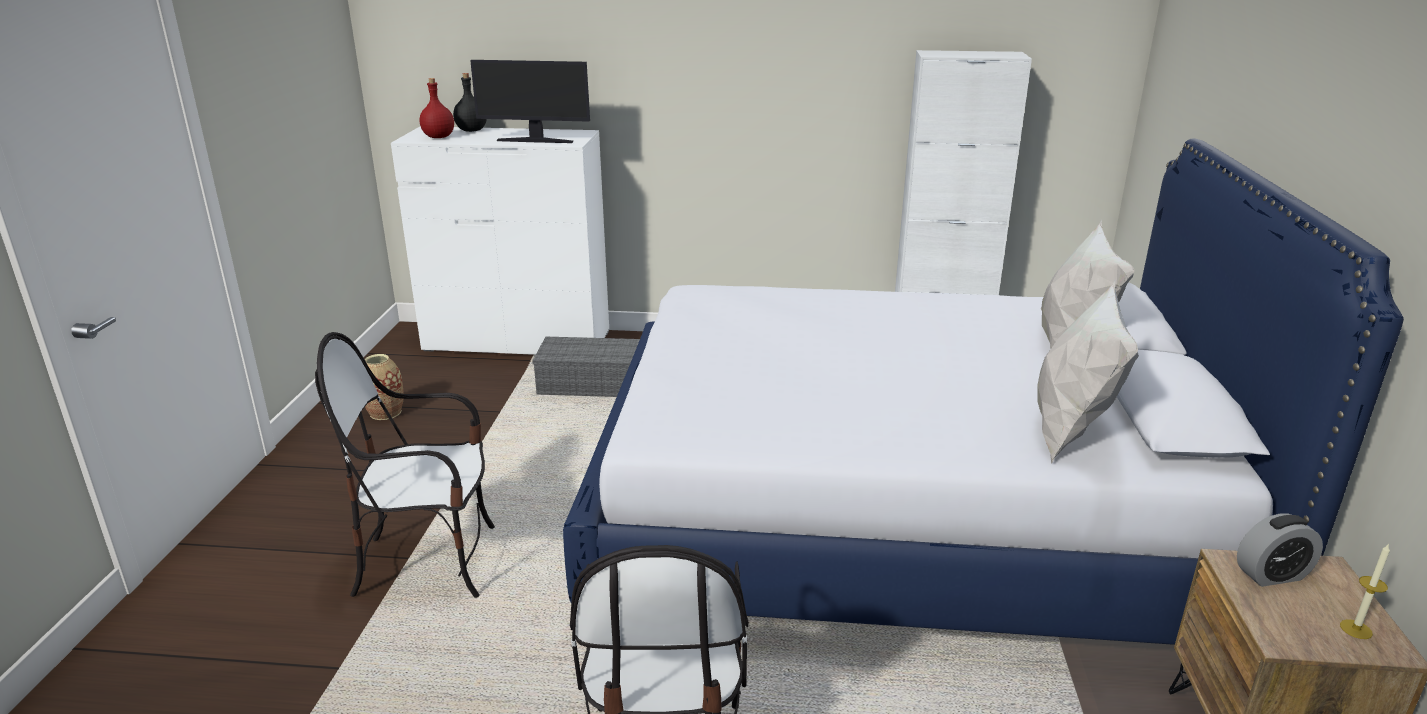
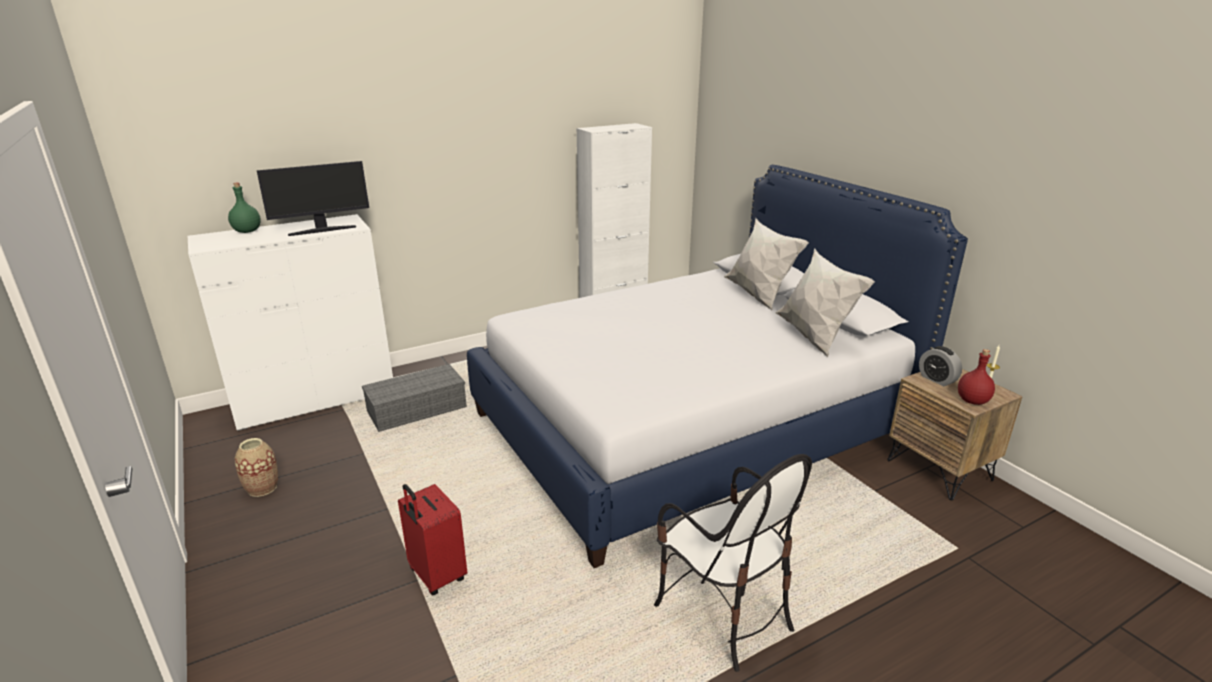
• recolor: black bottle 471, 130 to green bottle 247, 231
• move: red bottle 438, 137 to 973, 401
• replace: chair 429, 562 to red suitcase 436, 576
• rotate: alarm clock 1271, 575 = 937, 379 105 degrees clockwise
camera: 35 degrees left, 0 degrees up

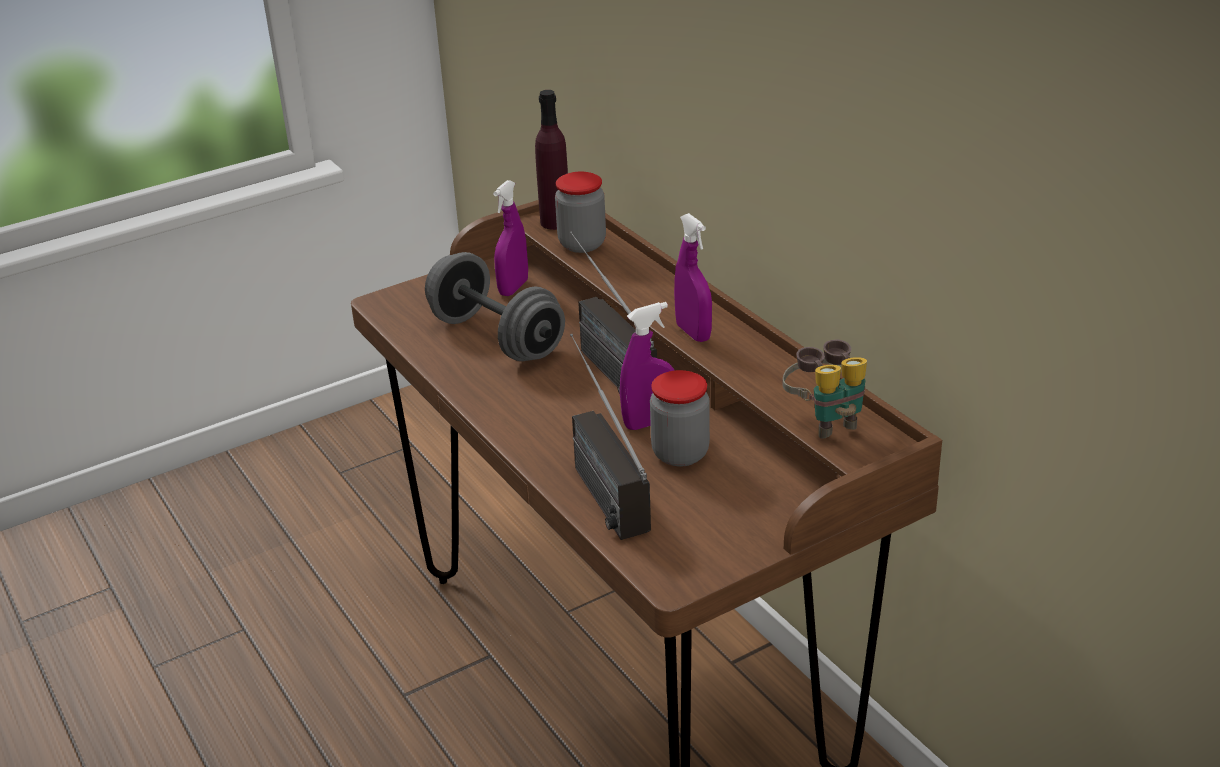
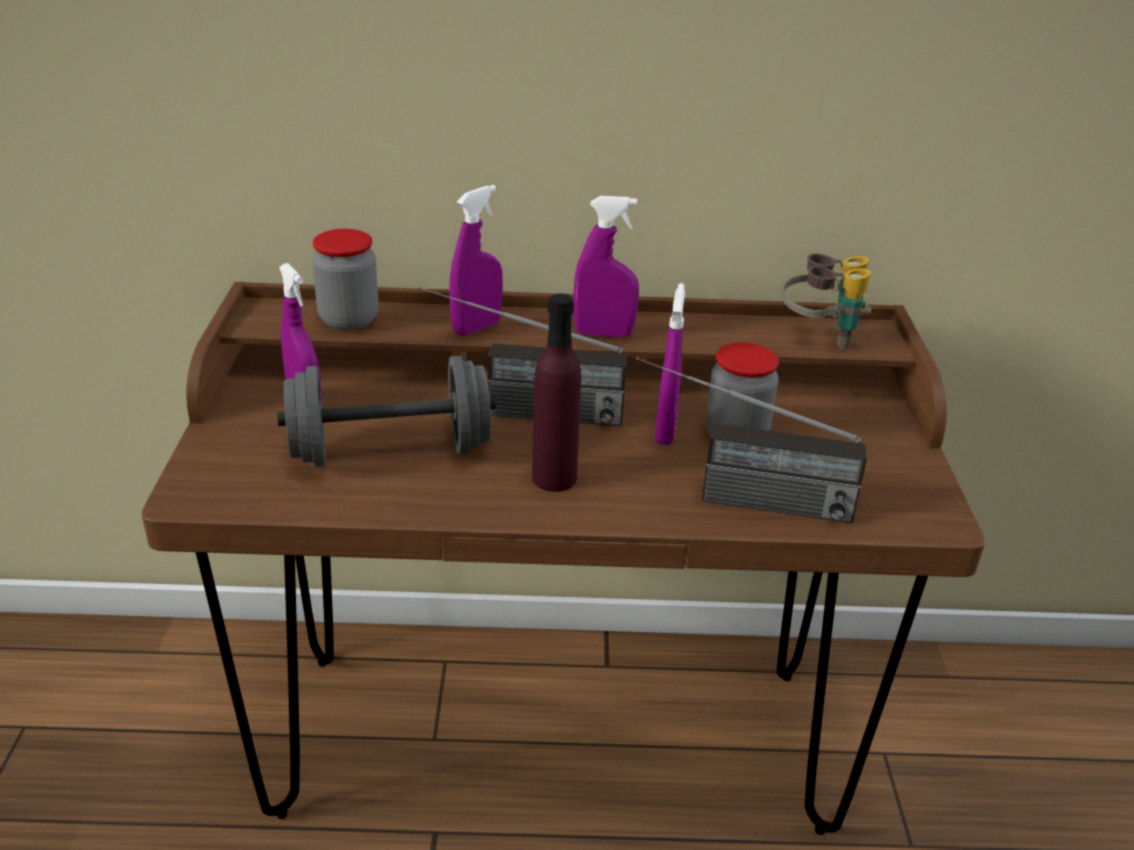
• move: purple bottle 555, 222 to 554, 478
• insert: purple spray bottle 477, 327
camera: 60 degrees left, 0 degrees up

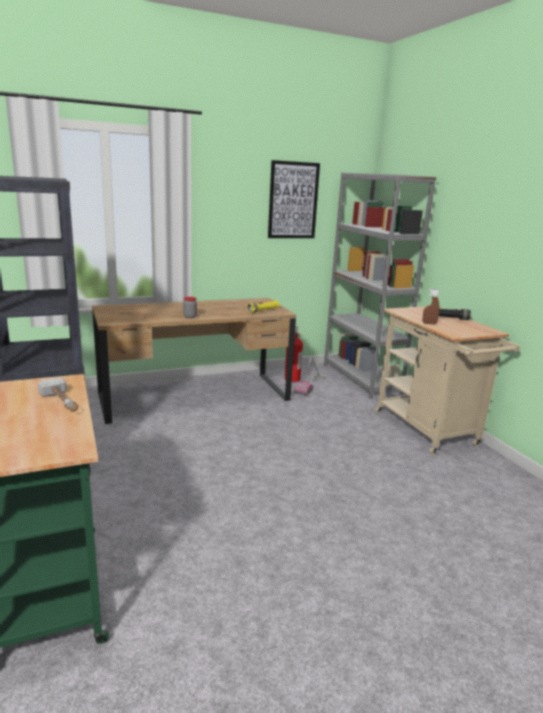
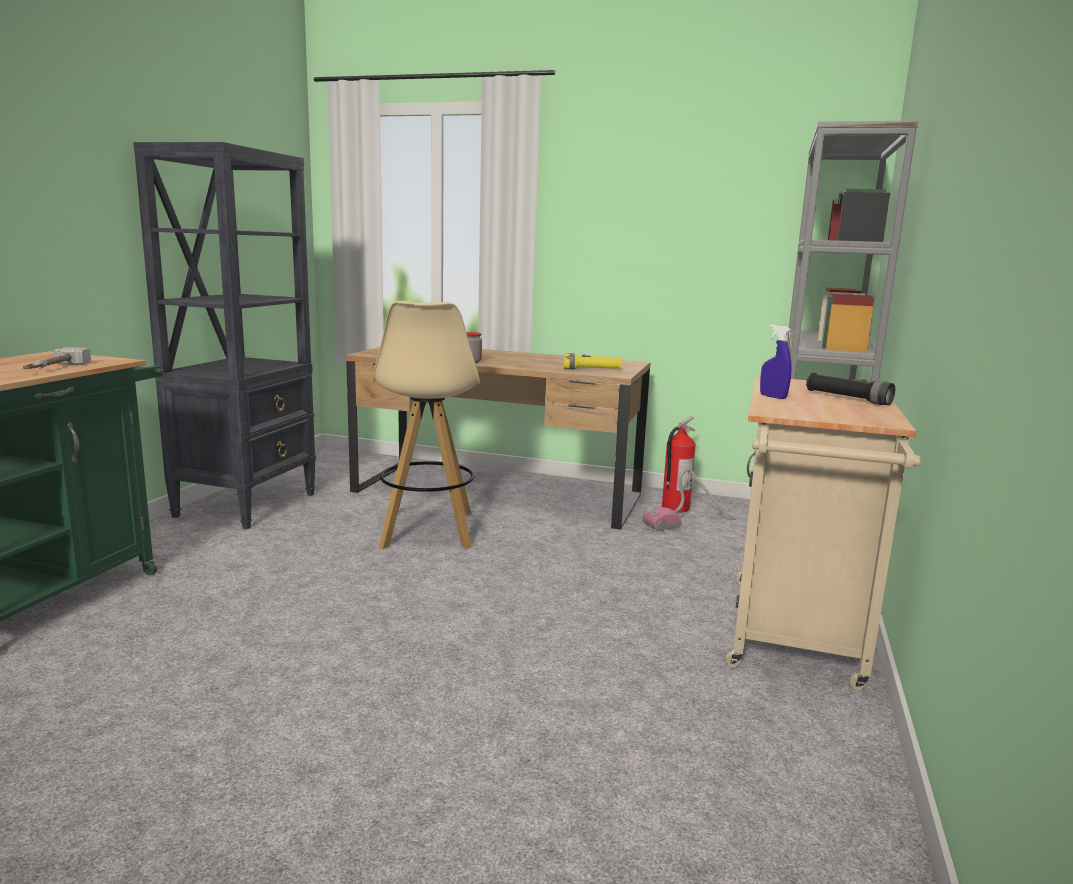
• delete: picture 293, 200
• recolor: brown spray bottle 429, 323 to blue spray bottle 773, 397
• insert: beige stool 427, 530
camera: 40 degrees right, 5 degrees down

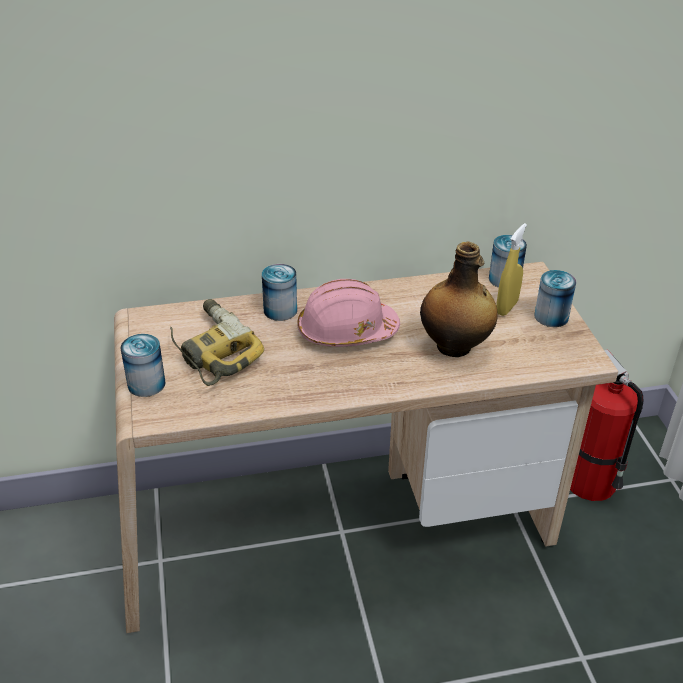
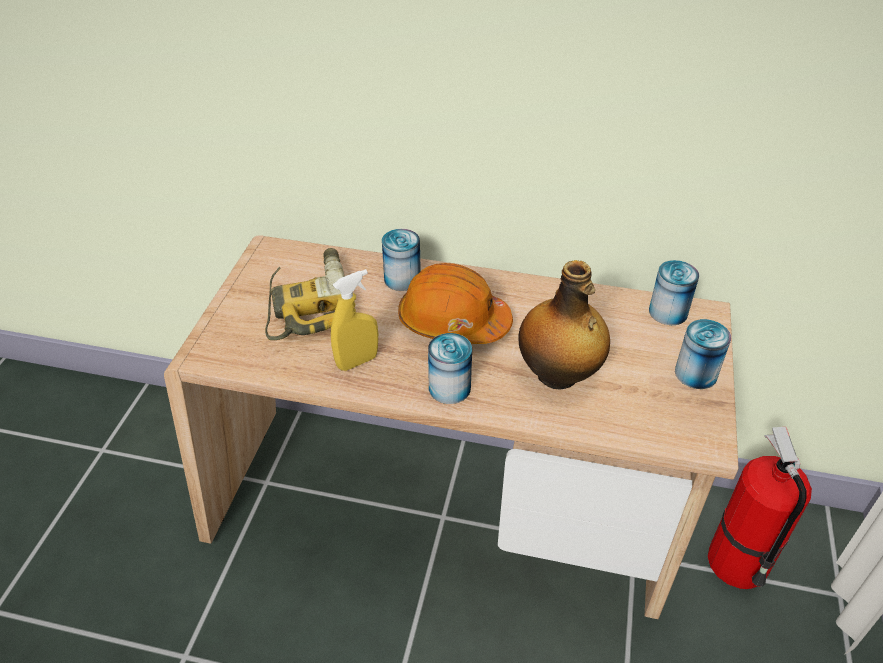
• move: yellow spray bottle 506, 307 to 357, 361
• recolor: pink hard hat 346, 331 to orange hard hat 453, 322
• move: can 146, 384 to 449, 388
camera: 25 degrees right, 5 degrees up

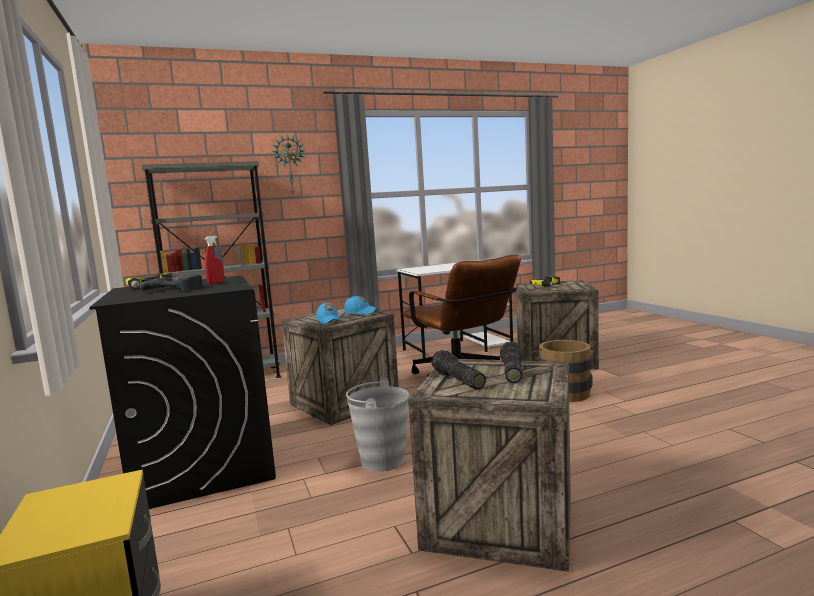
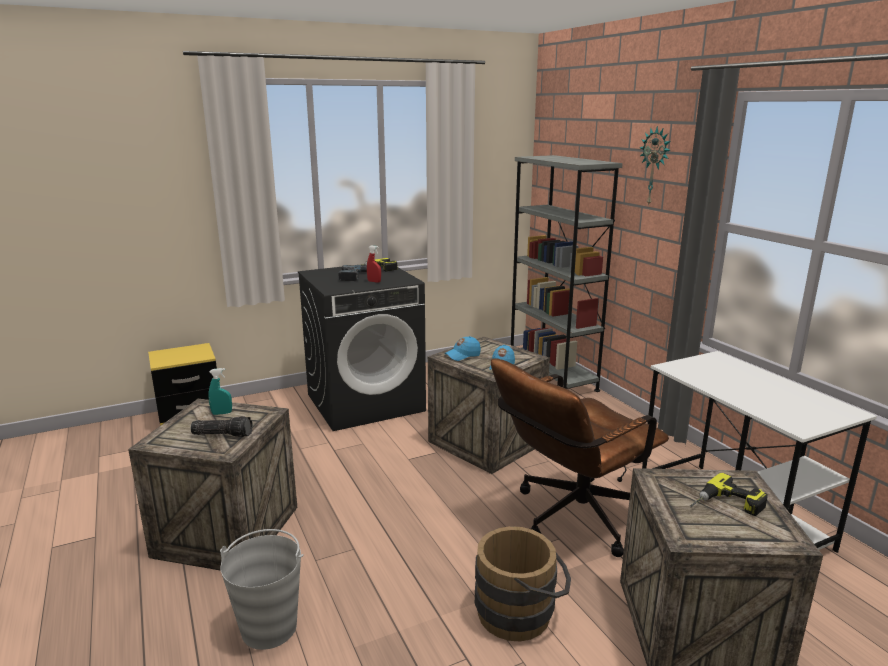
• replace: flashlight 457, 380 to turquoise spray bottle 222, 413
• move: grey bucket 382, 460 to 269, 627
camera: 85 degrees right, 10 degrees up

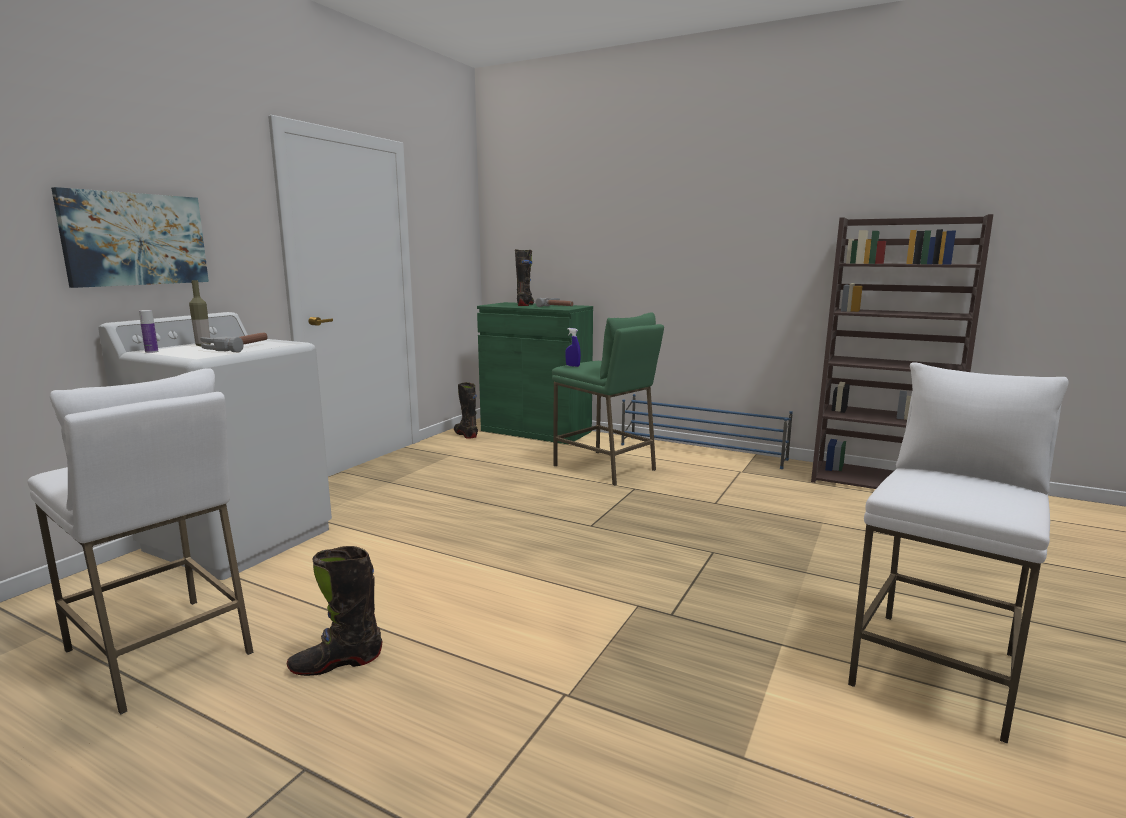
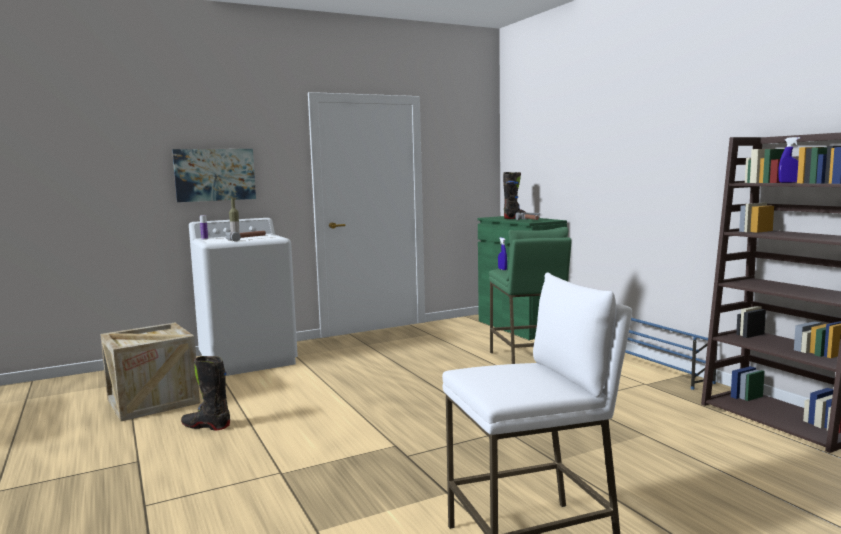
• replace: white stool 161, 651 to crate 152, 401
• delete: black boot 466, 434
• insert: blue spray bottle 788, 182
camera: 35 degrees right, 5 degrees down

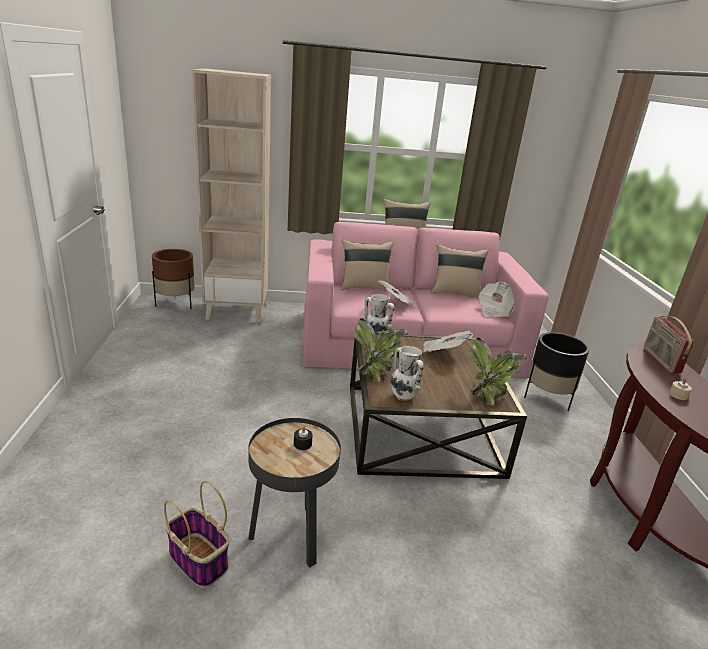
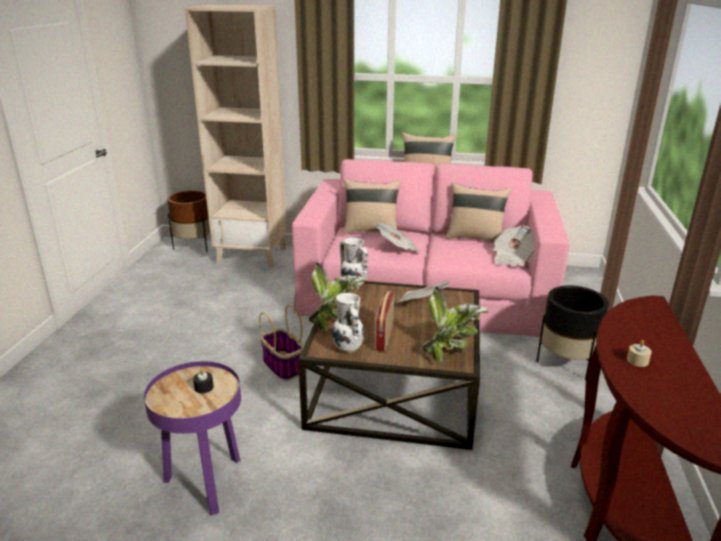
• move: radio 660, 360 to 383, 337
• recolor: black side table 290, 535 to purple side table 205, 482
• move: basket 199, 560 to 284, 366
camera: 15 degrees right, 0 degrees up

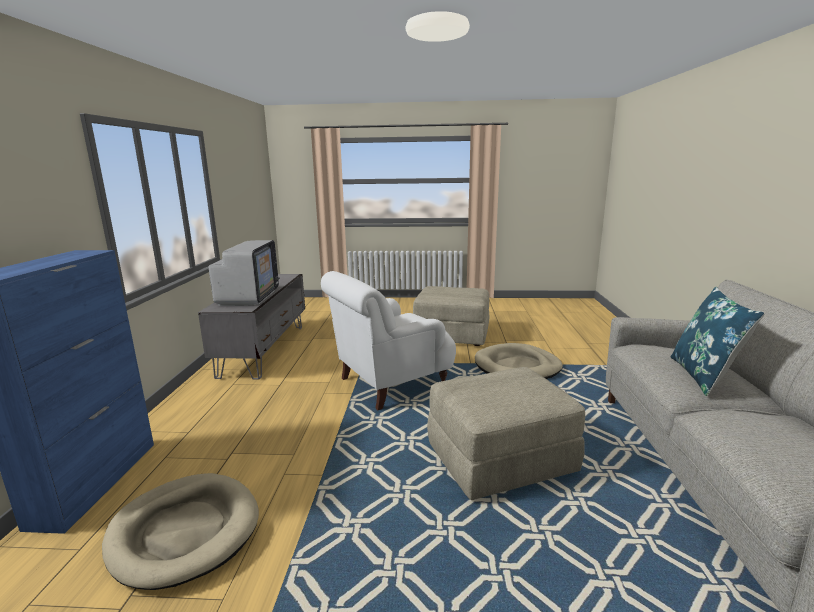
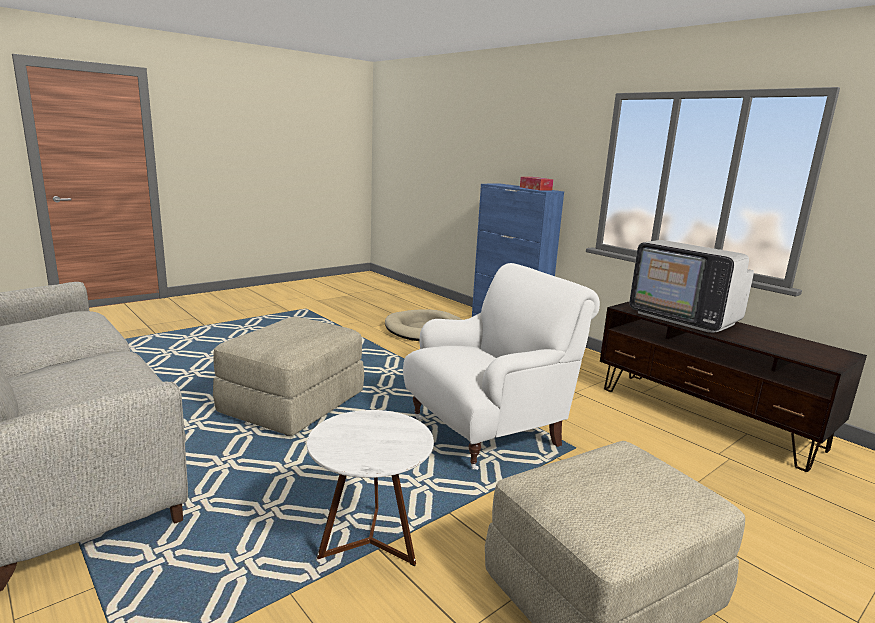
• rotate: white armchair 389, 384 = 488, 431 45 degrees clockwise
• recolor: grey tv stand 265, 349 to brown tv stand 706, 417
• delete: blue pillow 704, 376
• replace: beige dog bed 517, 367 to white side table 369, 543
• insert: tissue box 535, 188
camera: 135 degrees right, 0 degrees up

